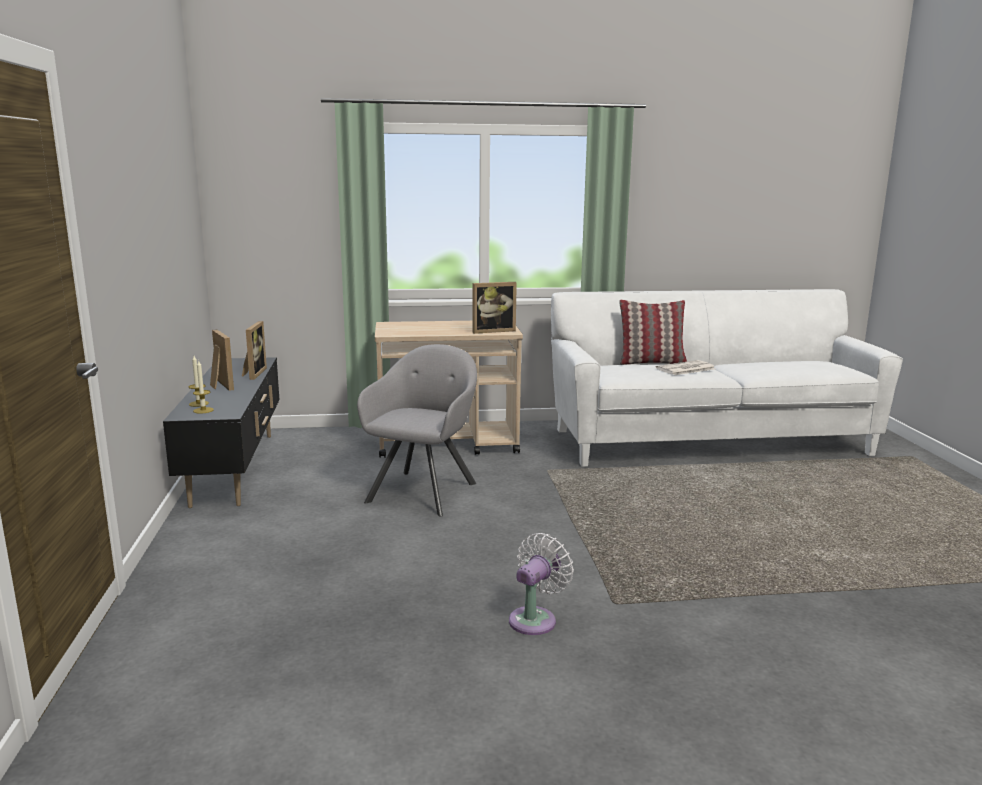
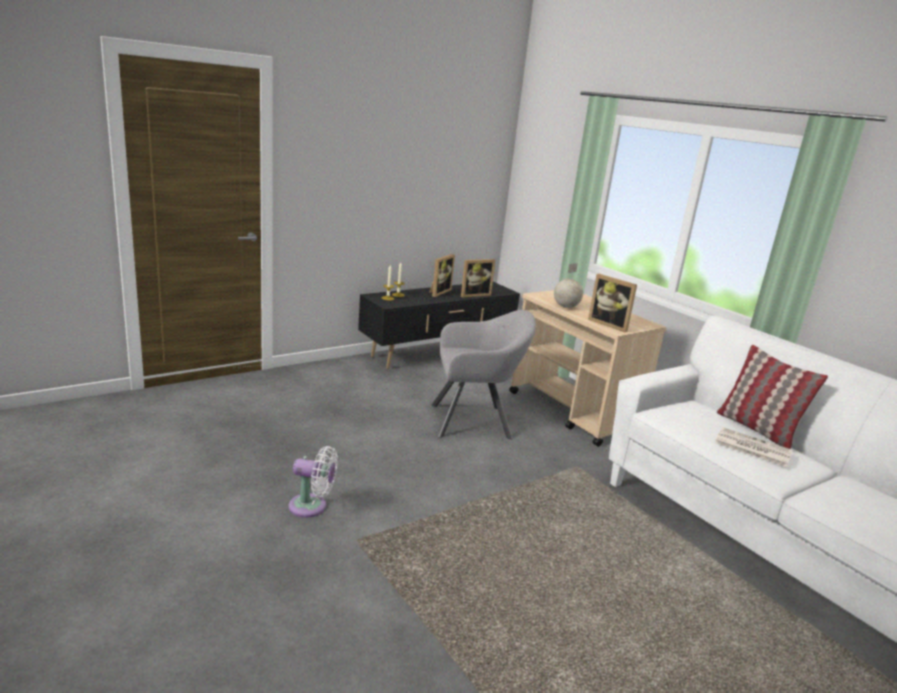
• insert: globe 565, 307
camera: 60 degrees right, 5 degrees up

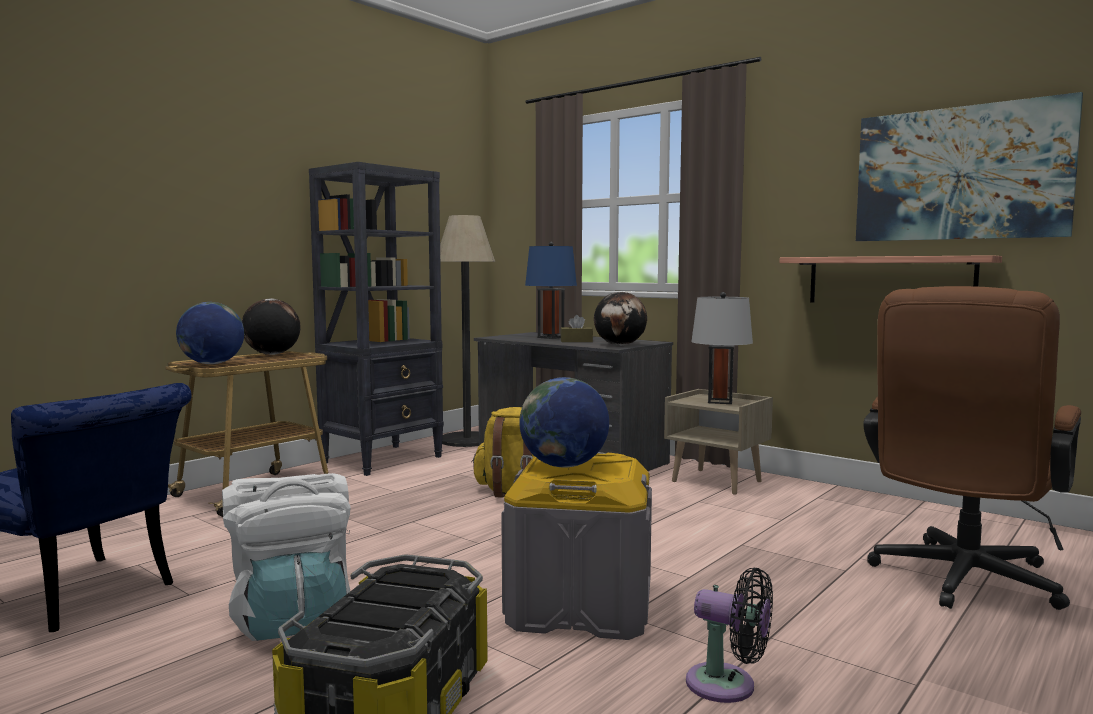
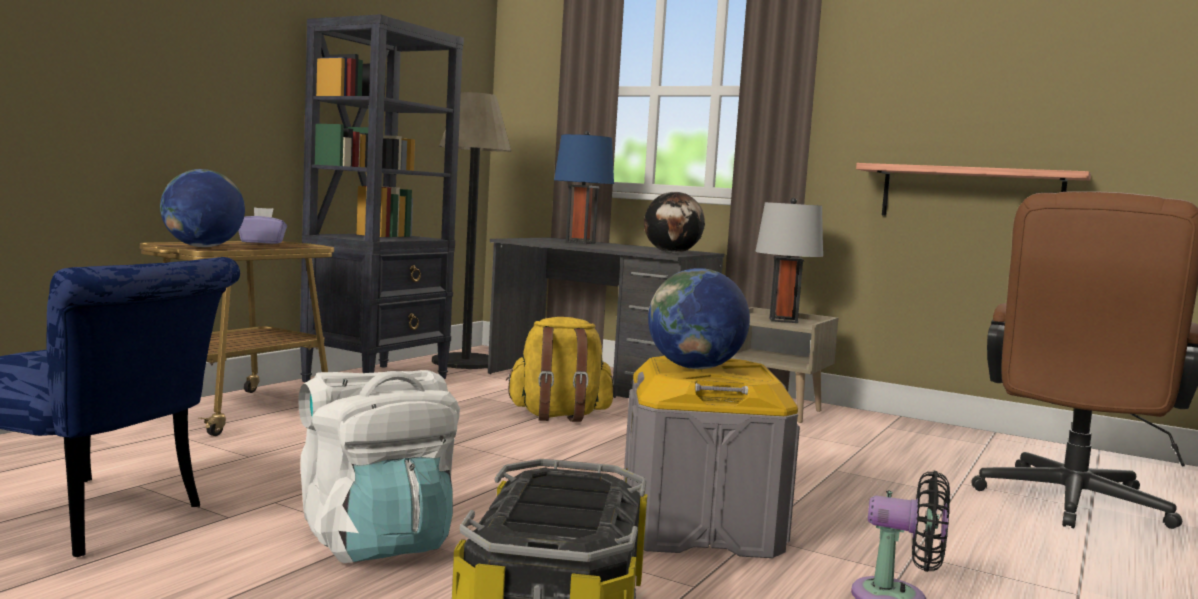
• delete: picture 960, 174
• replace: globe 271, 354 to purple tissue box 262, 242
• delete: brown tissue box 576, 341
camera: 10 degrees left, 0 degrees up

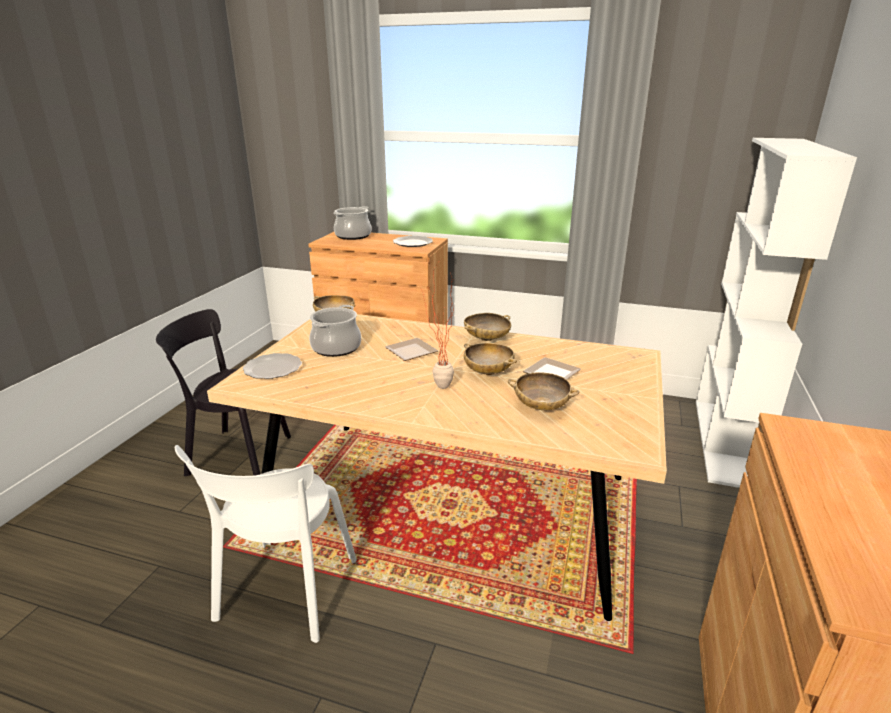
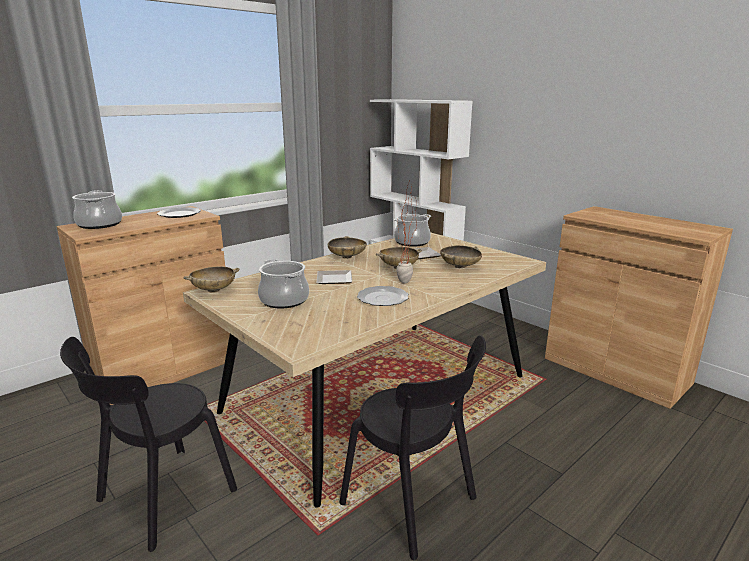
• move: plate 273, 368 to 382, 298
• recolor: white chair 285, 594 to black chair 413, 504
• insert: cooking pot 412, 242
camera: 60 degrees left, 5 degrees down

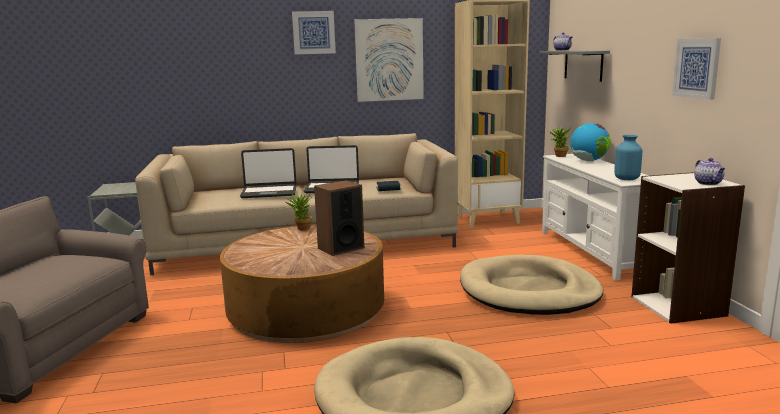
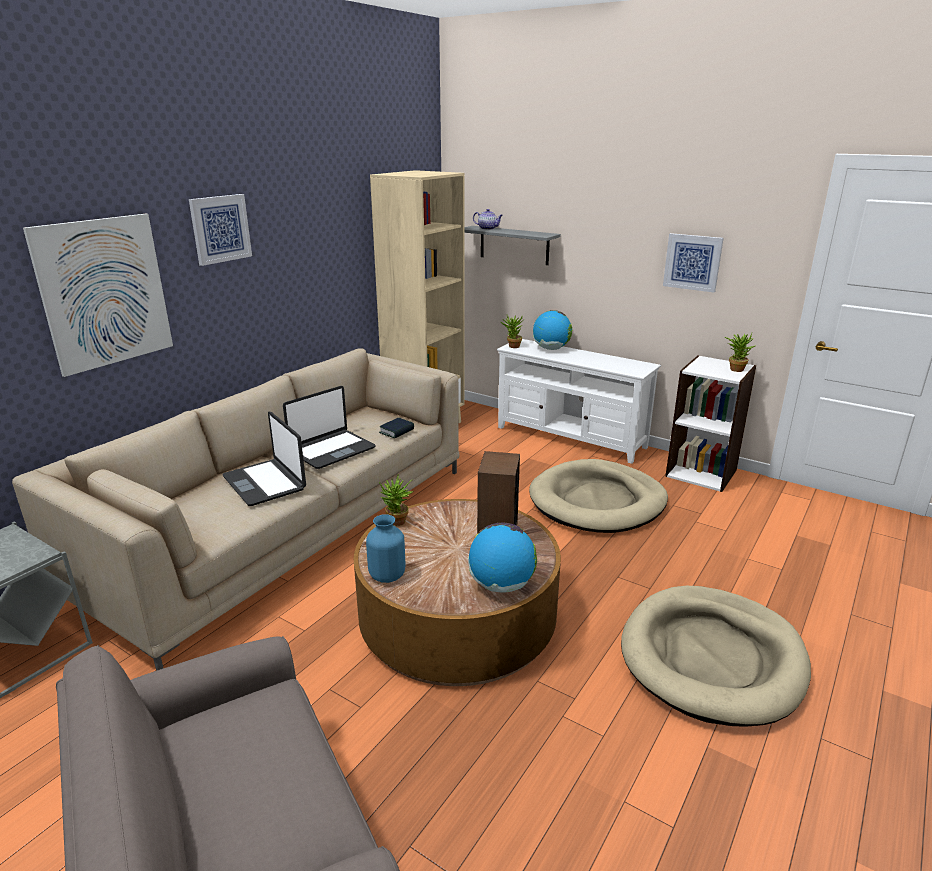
• move: picture 389, 60 to 105, 293
• move: blue vase 627, 179 to 388, 575
• rotate: laptop 269, 192 = 265, 483 105 degrees clockwise
• replace: teapot 708, 183 to potted plant 735, 368
• insert: globe 502, 585
camera: 45 degrees left, 10 degrees up

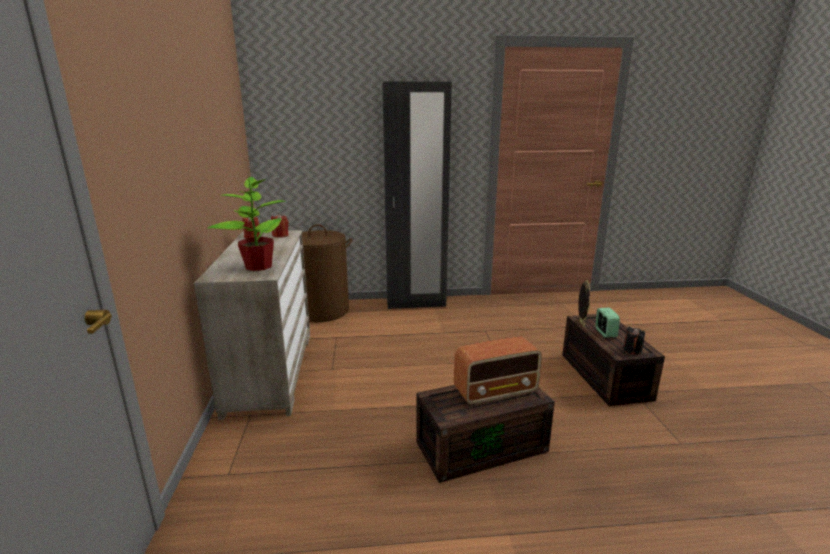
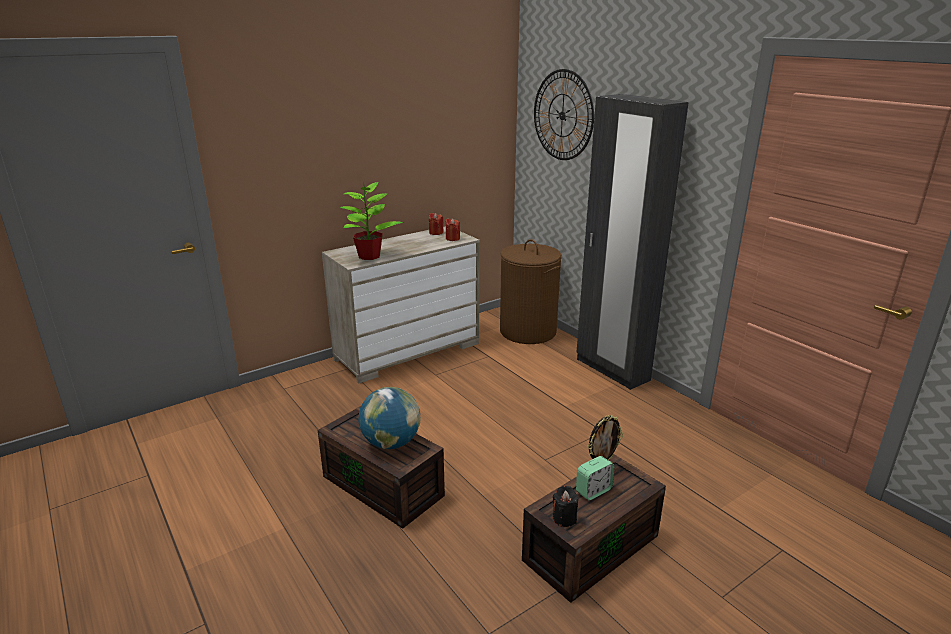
• replace: radio 496, 392 to globe 391, 442
• insert: wall clock 562, 115
camera: 60 degrees right, 5 degrees up

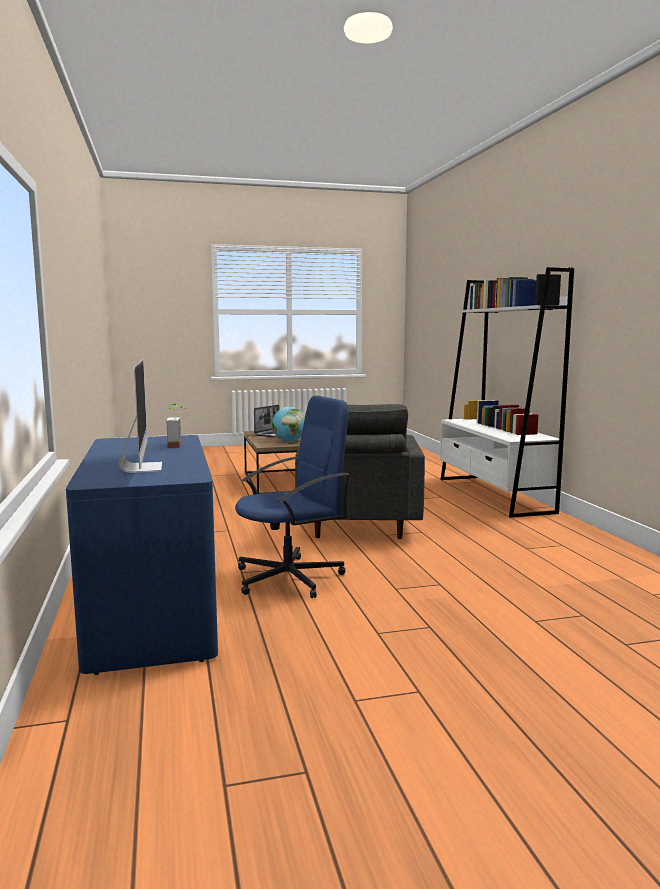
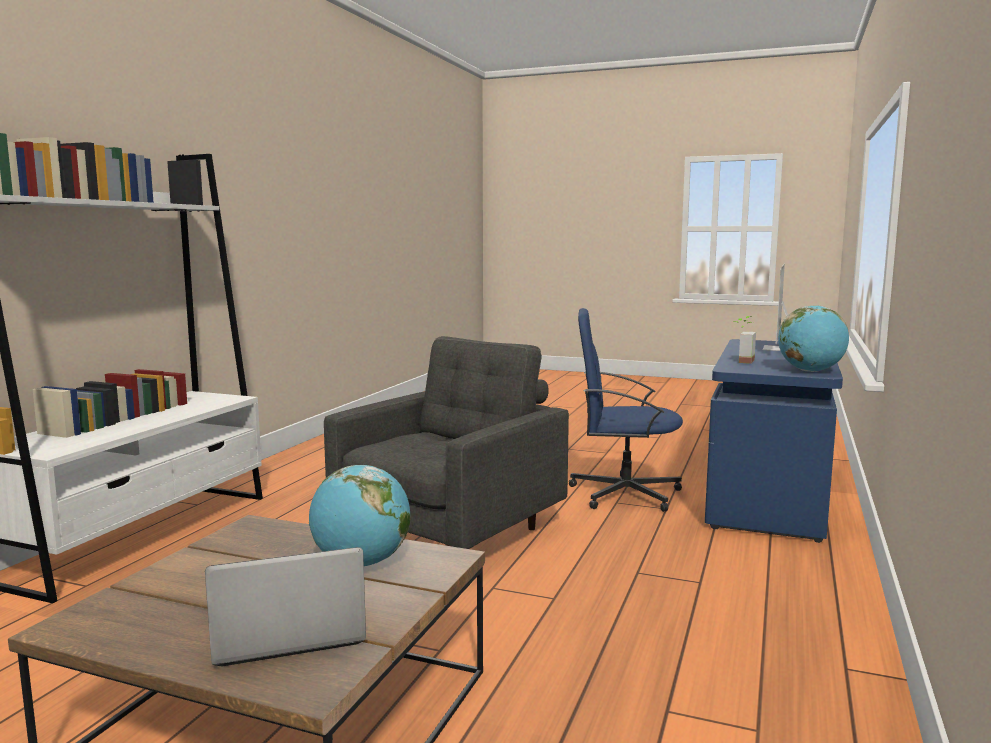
• insert: globe 810, 371
camera: 145 degrees left, 0 degrees up

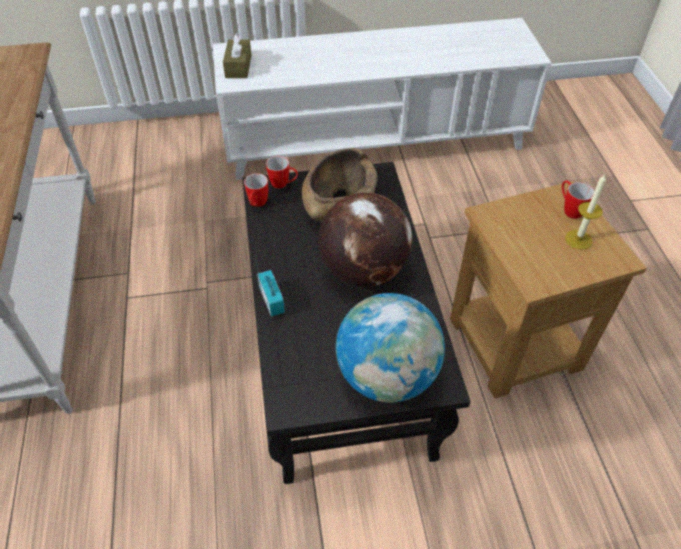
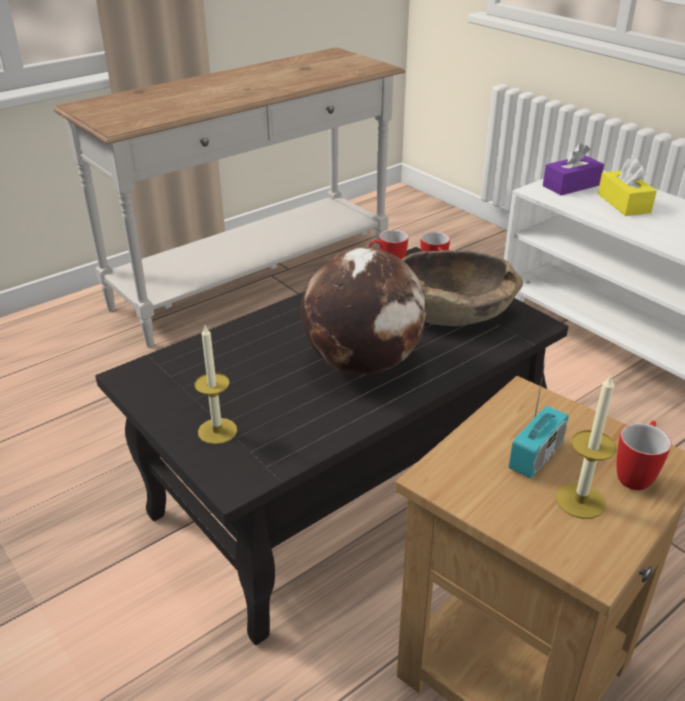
• recolor: brown tissue box 238, 66 to purple tissue box 571, 185
• move: radio 272, 300 to 536, 456
• replace: globe 387, 376 to candle 217, 431
• insert: yellow tissue box 623, 203
camera: 60 degrees right, 15 degrees down

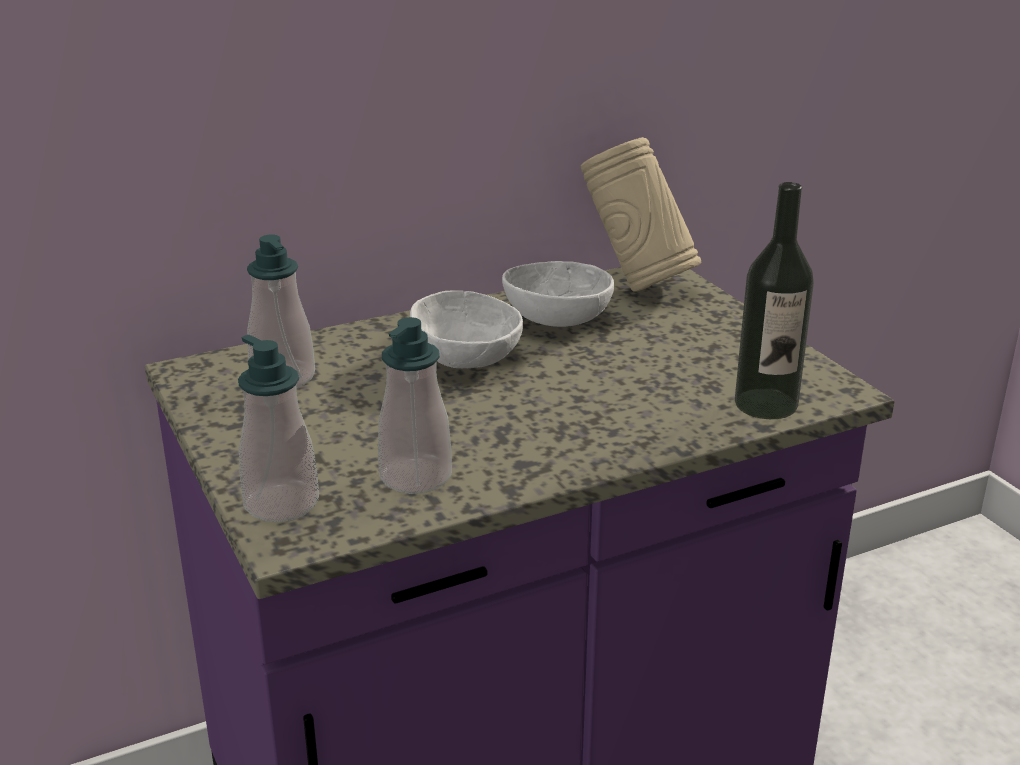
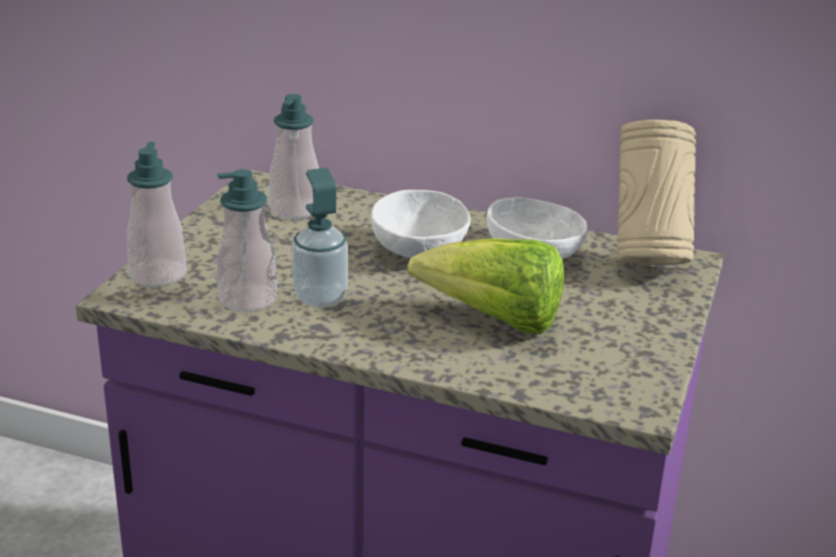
• delete: bottle 766, 404
• insert: soap dispenser 320, 298
• insert: lettuce 494, 321
camera: 45 degrees right, 0 degrees up

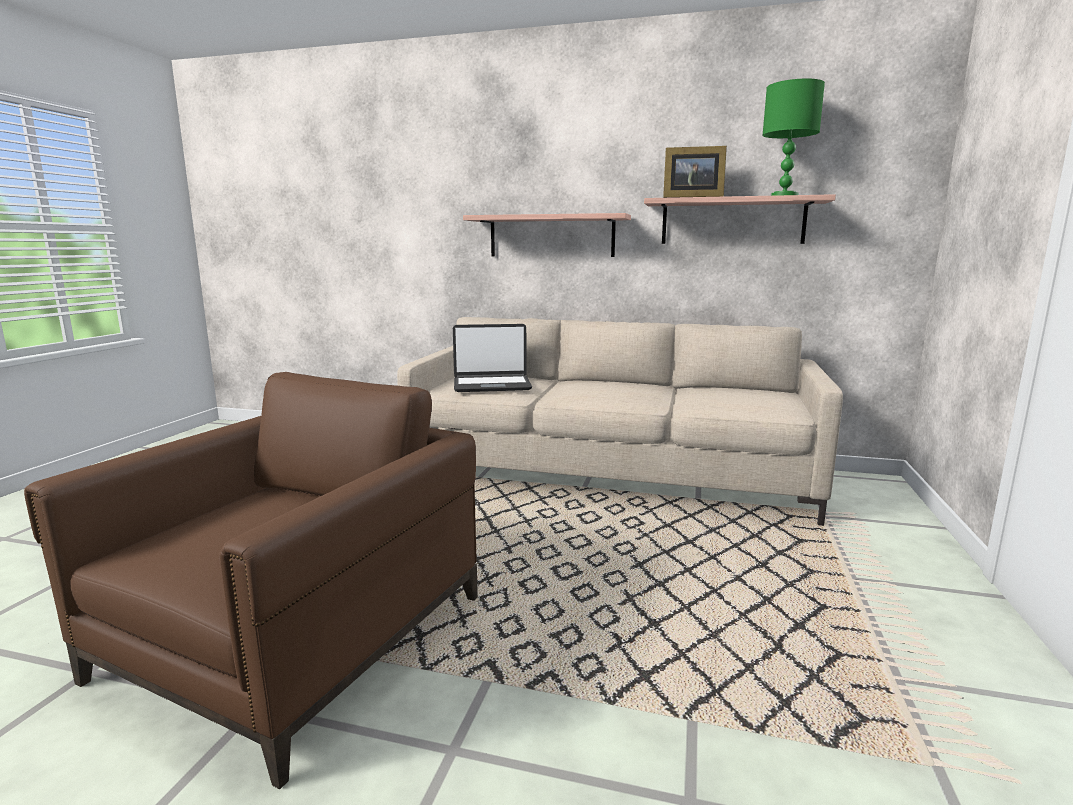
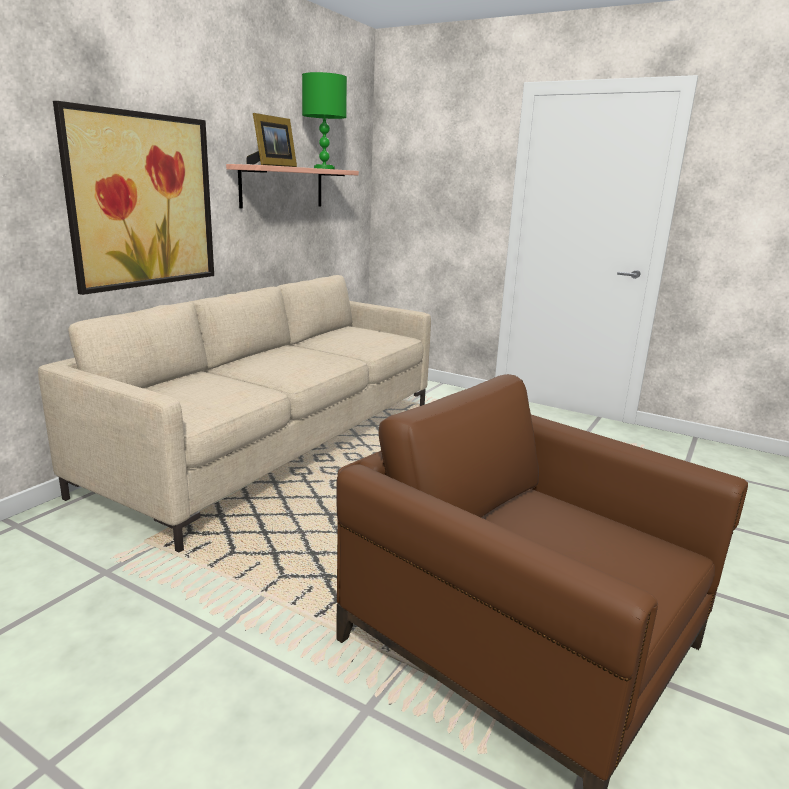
• replace: shelf 551, 236 to picture 142, 201
• delete: laptop 492, 385
camera: 75 degrees left, 5 degrees up

